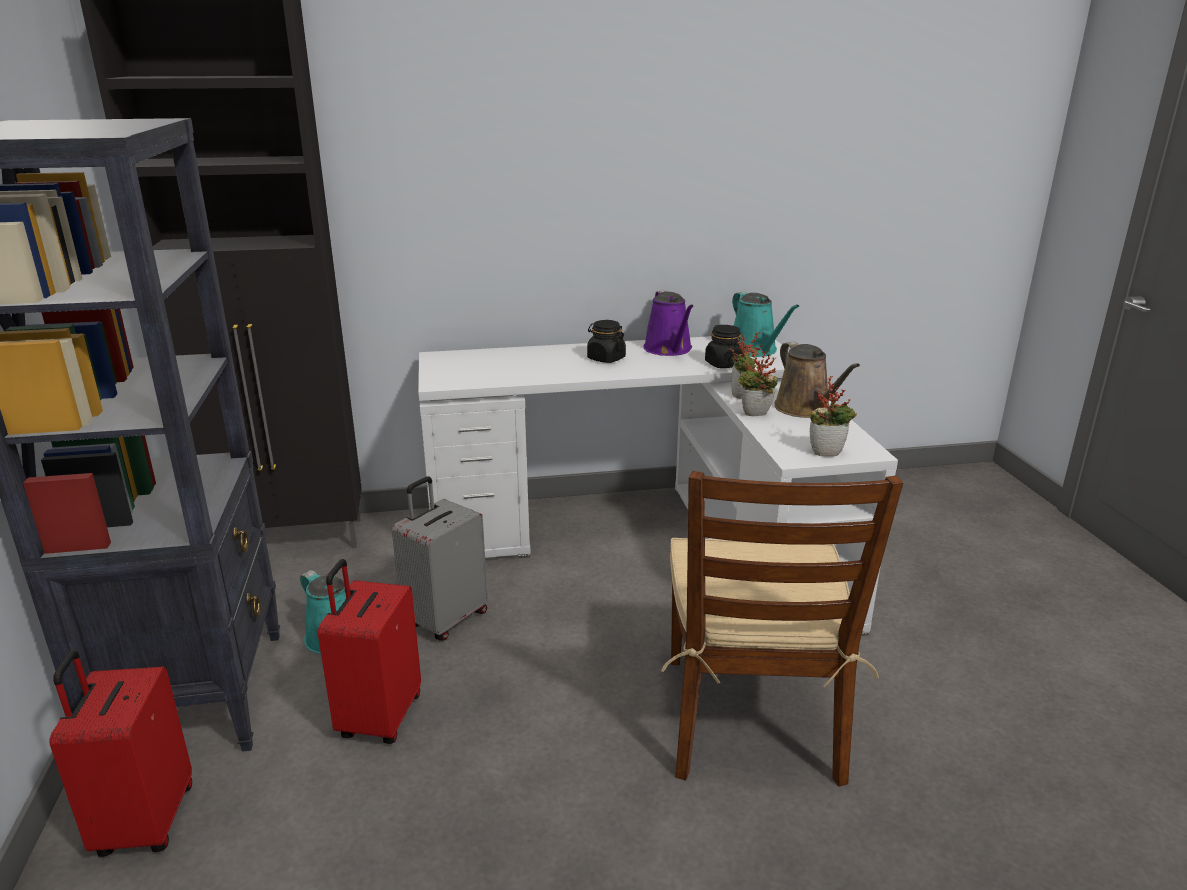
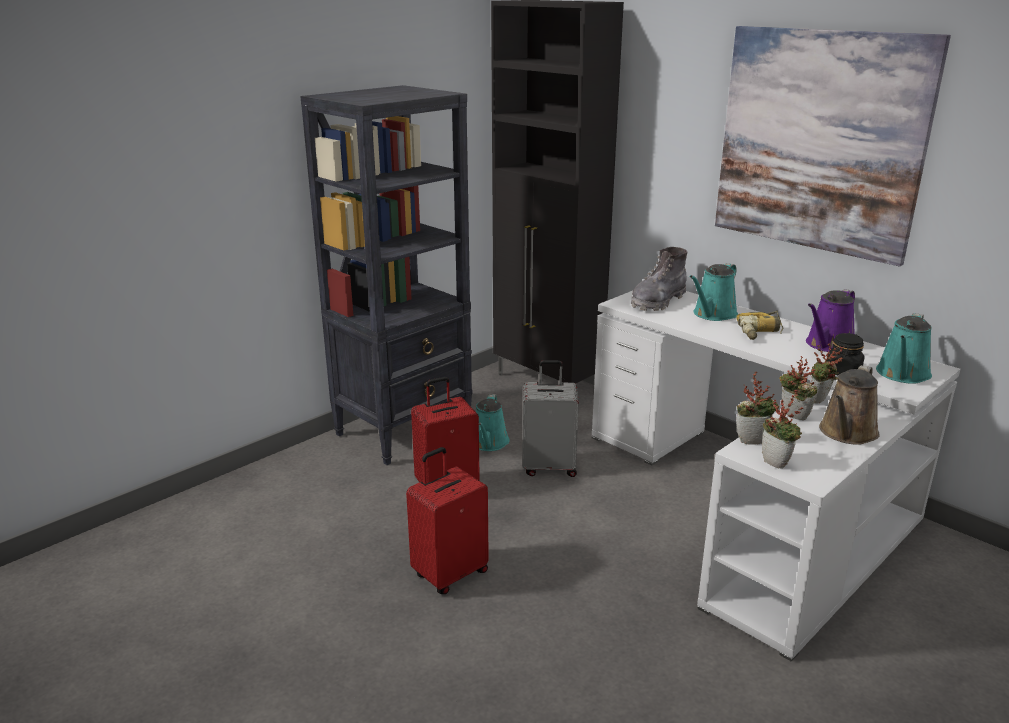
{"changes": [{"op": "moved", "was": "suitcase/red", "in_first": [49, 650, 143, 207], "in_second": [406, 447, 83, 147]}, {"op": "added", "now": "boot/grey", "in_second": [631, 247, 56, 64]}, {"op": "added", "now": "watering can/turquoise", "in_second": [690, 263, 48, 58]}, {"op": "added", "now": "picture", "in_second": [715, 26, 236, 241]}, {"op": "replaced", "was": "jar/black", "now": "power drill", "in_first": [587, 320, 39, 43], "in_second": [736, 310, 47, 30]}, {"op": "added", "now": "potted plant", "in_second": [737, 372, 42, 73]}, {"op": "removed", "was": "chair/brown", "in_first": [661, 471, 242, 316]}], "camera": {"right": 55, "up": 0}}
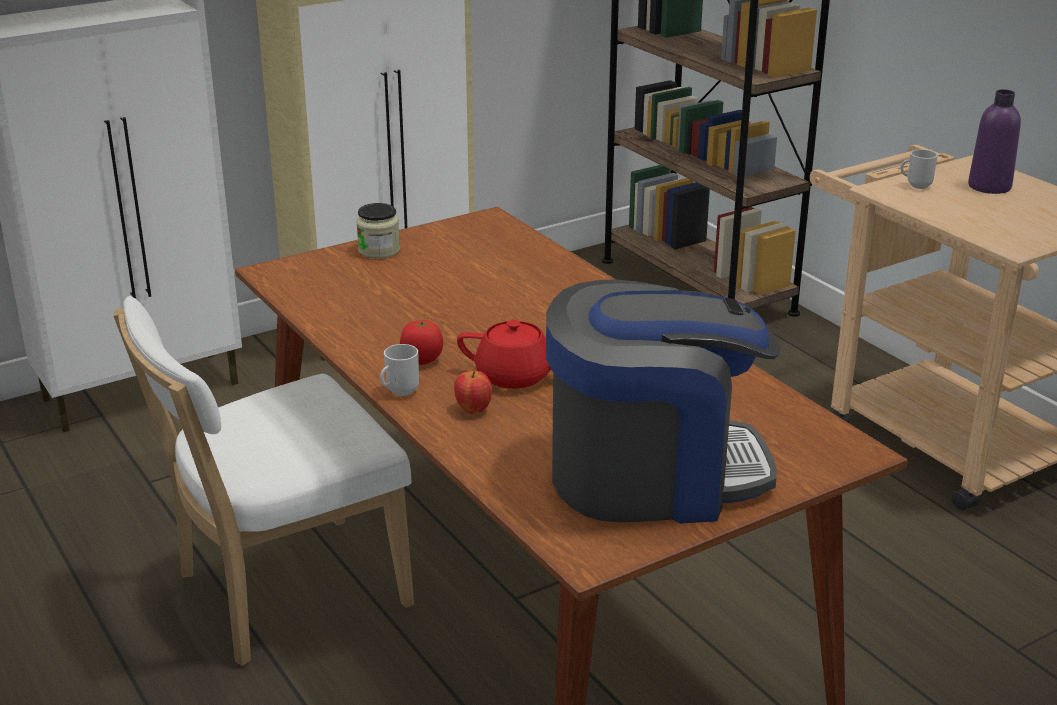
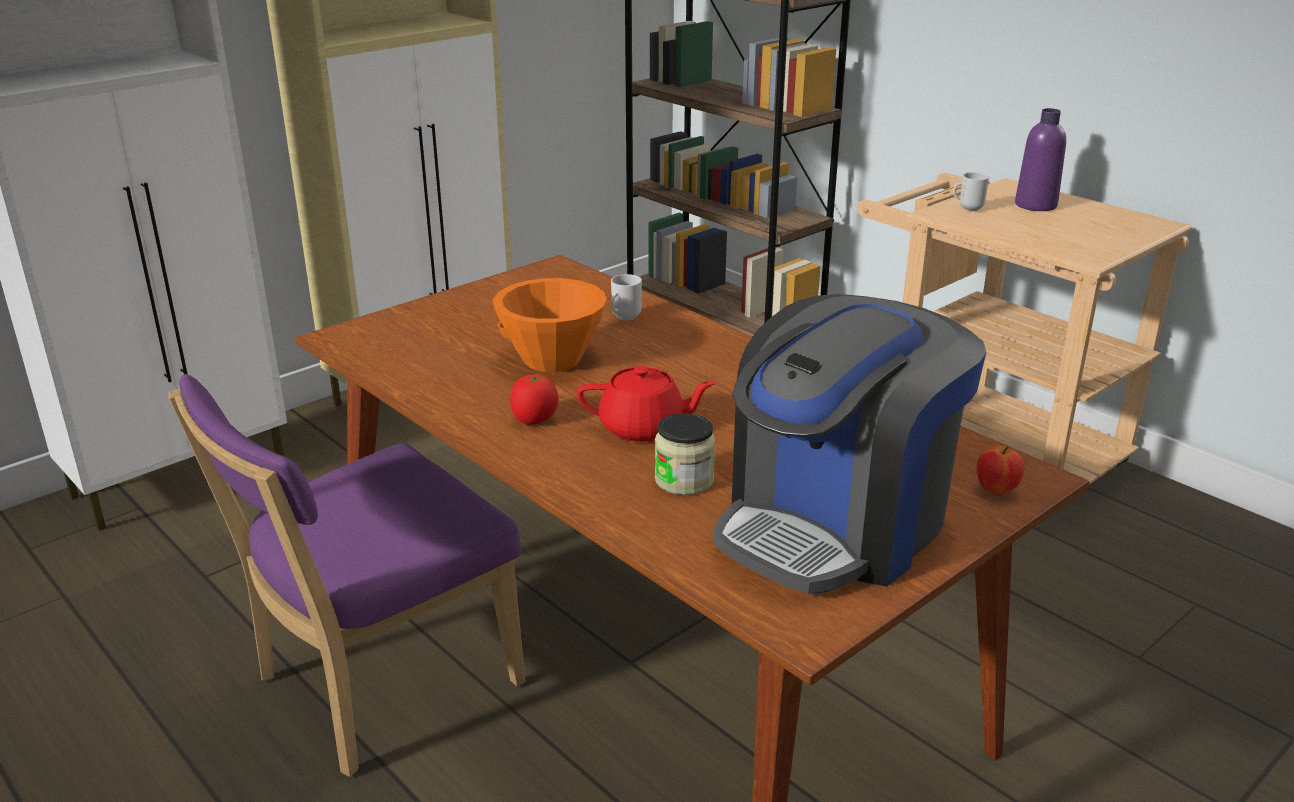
{"changes": [{"op": "recoloured", "was": "chair/white", "now": "chair/purple", "in_first": [113, 296, 301, 370], "in_second": [169, 374, 356, 403]}, {"op": "added", "now": "bowl/orange", "in_second": [493, 278, 114, 94]}, {"op": "moved", "was": "mug", "in_first": [380, 344, 39, 52], "in_second": [611, 274, 31, 47]}, {"op": "moved", "was": "jar", "in_first": [356, 203, 44, 56], "in_second": [655, 413, 60, 82]}, {"op": "turned", "was": "coffee machine", "in_first": [546, 279, 235, 245], "in_second": [713, 294, 273, 300], "clockwise": 150}, {"op": "moved", "was": "apple", "in_first": [454, 370, 38, 44], "in_second": [977, 445, 48, 51]}], "camera": {"right": -10, "up": 0}}
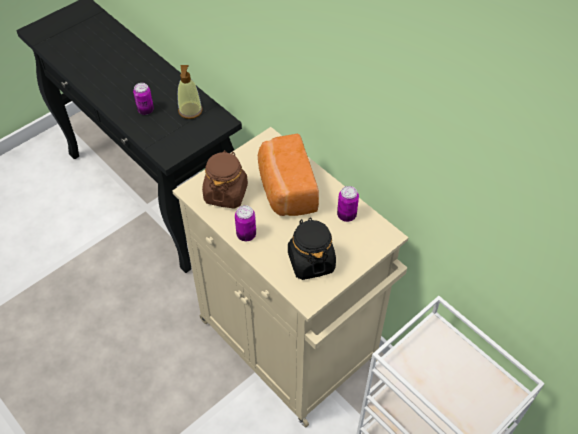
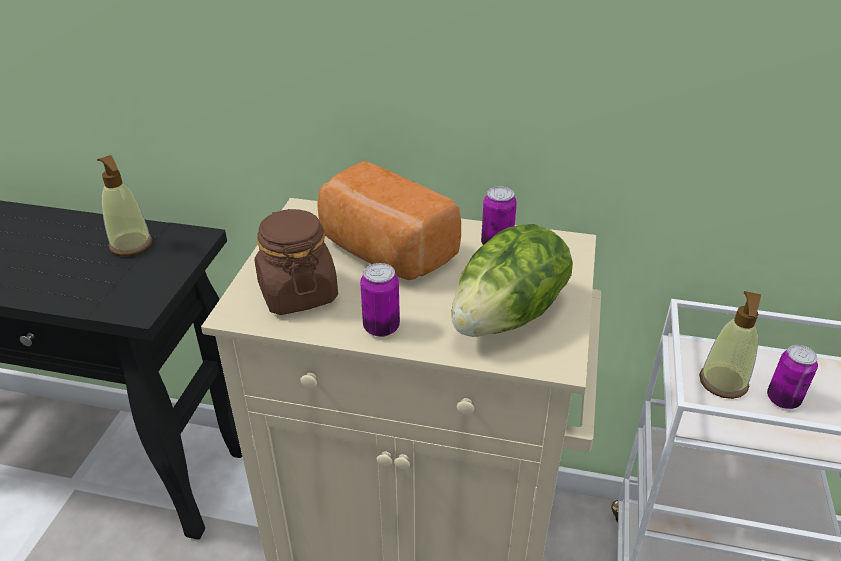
{"changes": [{"op": "replaced", "was": "jar/black", "now": "lettuce", "in_first": [288, 217, 48, 63], "in_second": [451, 224, 122, 113]}, {"op": "added", "now": "soap dispenser", "in_second": [699, 291, 62, 108]}, {"op": "moved", "was": "can", "in_first": [133, 83, 21, 32], "in_second": [767, 345, 51, 64]}], "camera": {"right": -35, "up": -15}}
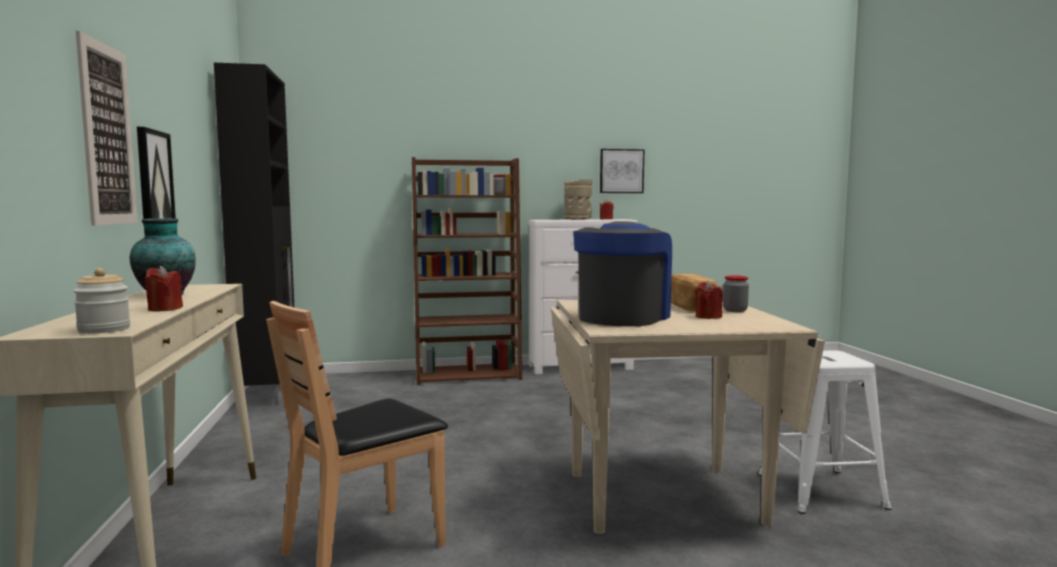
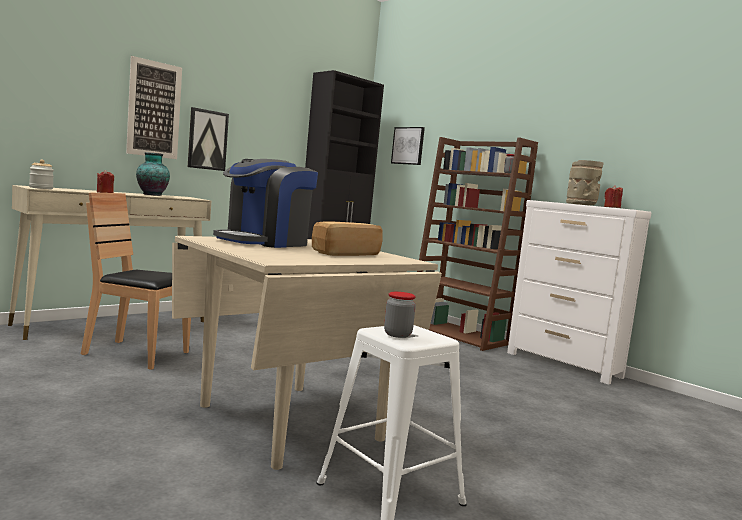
{"changes": [{"op": "turned", "was": "coffee machine", "in_first": [573, 221, 99, 105], "in_second": [213, 159, 105, 89], "clockwise": 135}, {"op": "moved", "was": "jar", "in_first": [723, 275, 26, 37], "in_second": [384, 292, 32, 46]}, {"op": "moved", "was": "picture", "in_first": [600, 149, 44, 44], "in_second": [391, 127, 34, 38]}, {"op": "removed", "was": "candle/red", "in_first": [695, 281, 28, 38]}], "camera": {"right": 55, "up": 0}}
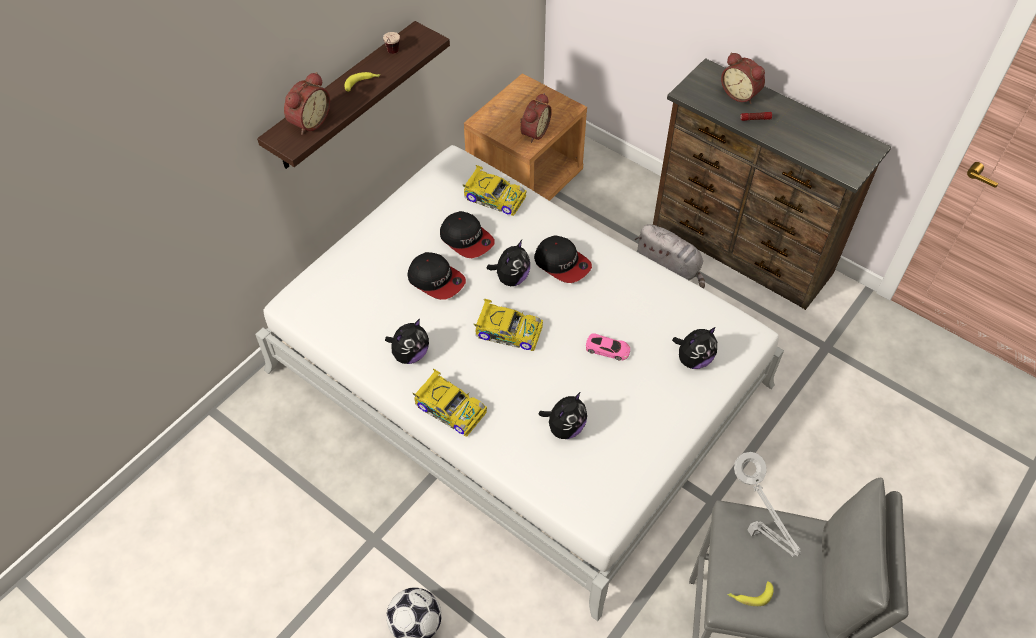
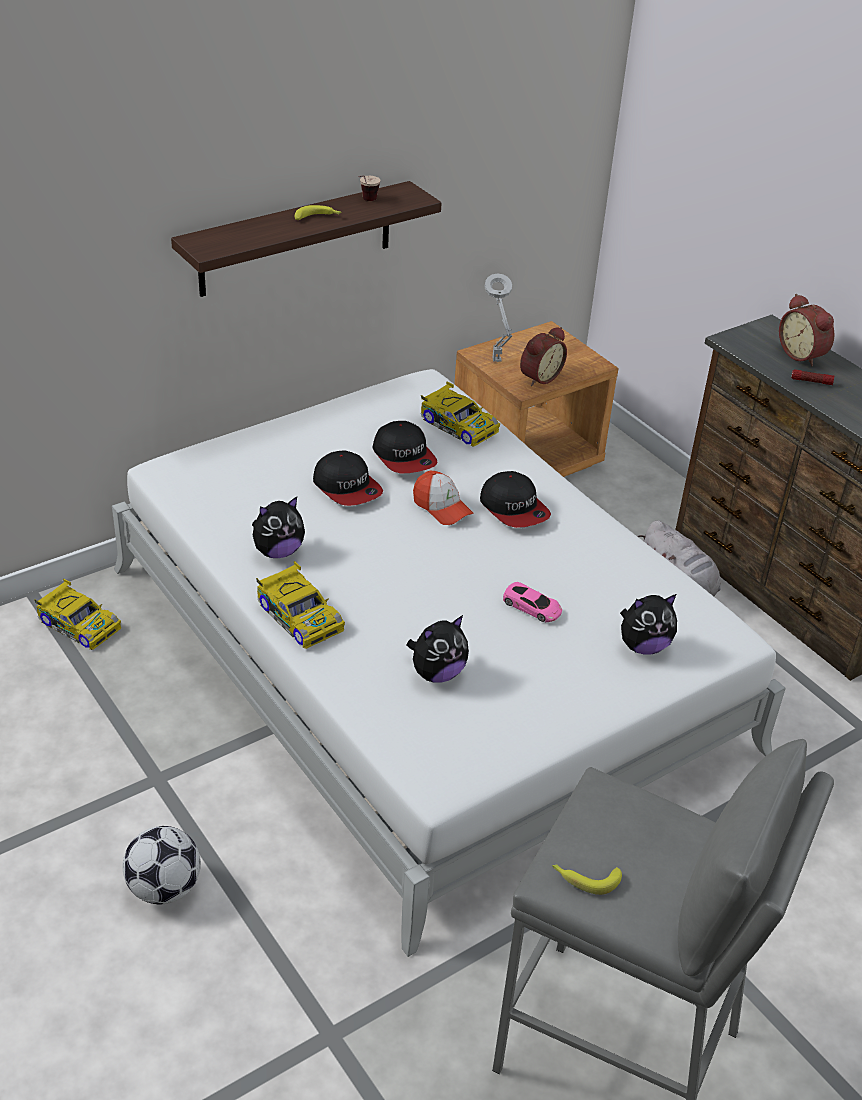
{"changes": [{"op": "moved", "was": "toy car", "in_first": [474, 299, 69, 52], "in_second": [34, 579, 88, 71]}, {"op": "replaced", "was": "plush toy", "now": "cap", "in_first": [487, 240, 43, 46], "in_second": [413, 471, 61, 54]}, {"op": "moved", "was": "table lamp/grey", "in_first": [734, 452, 67, 105], "in_second": [484, 273, 28, 89]}, {"op": "removed", "was": "alarm clock", "in_first": [284, 72, 46, 63]}], "camera": {"right": 15, "up": -15}}
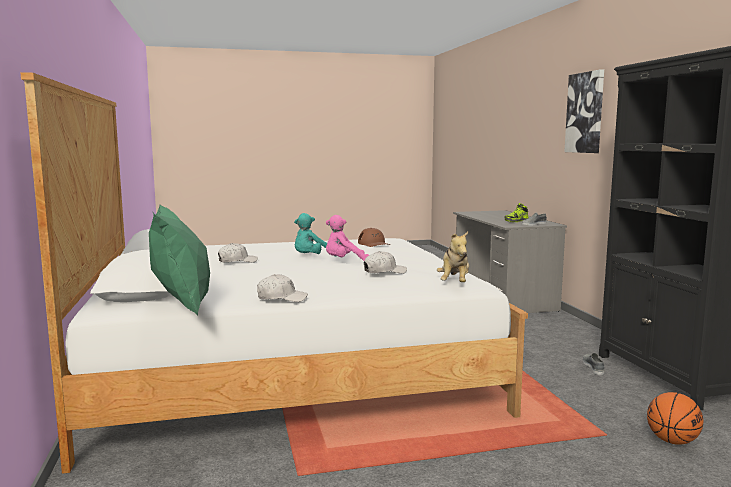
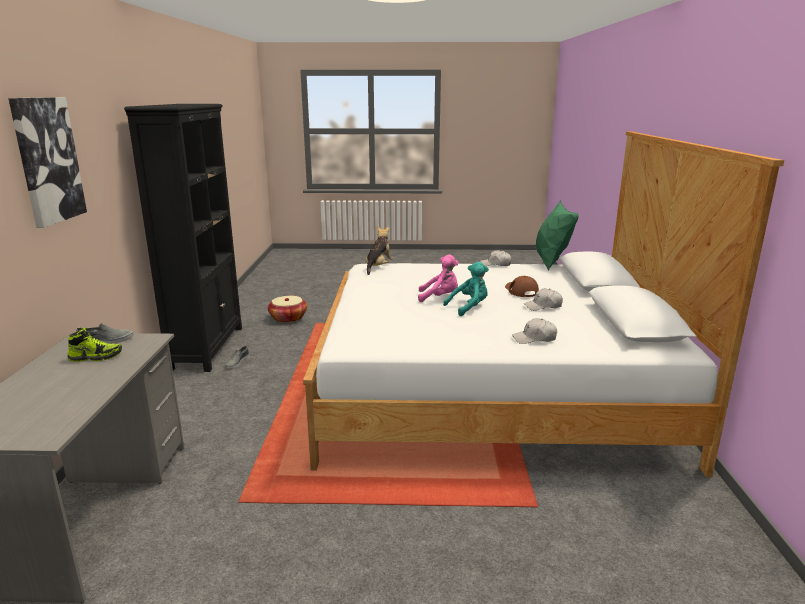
{"changes": [{"op": "replaced", "was": "basketball", "now": "basket", "in_first": [647, 392, 57, 53], "in_second": [268, 296, 39, 27]}, {"op": "moved", "was": "cap/brown", "in_first": [358, 228, 32, 19], "in_second": [505, 276, 34, 21]}, {"op": "moved", "was": "cap/white", "in_first": [364, 251, 43, 23], "in_second": [512, 318, 45, 26]}], "camera": {"right": -165, "up": 10}}
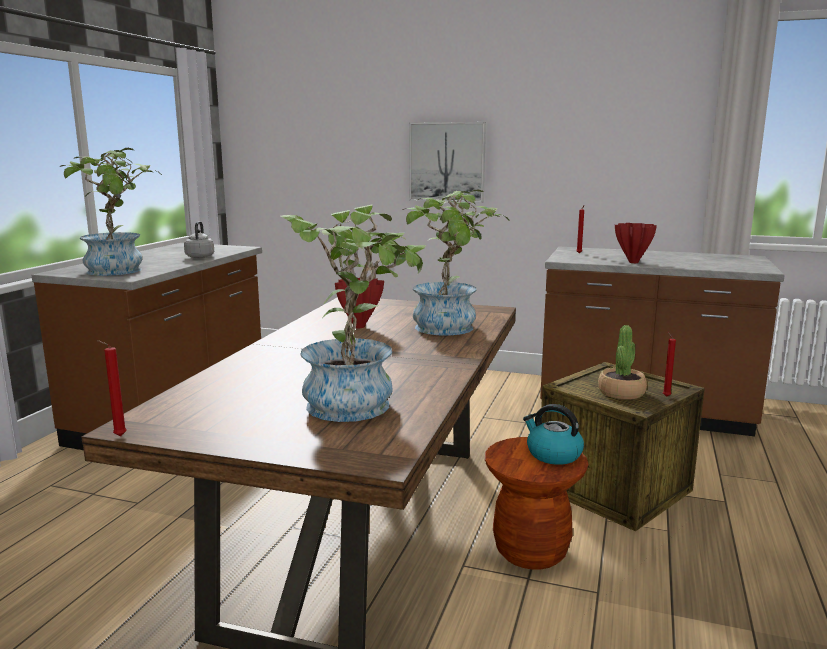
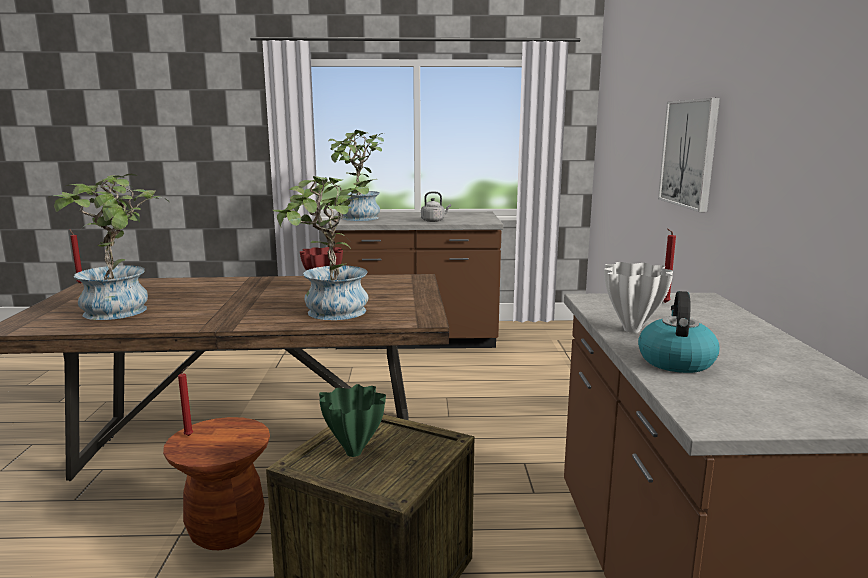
{"changes": [{"op": "moved", "was": "candle/red", "in_first": [663, 331, 13, 66], "in_second": [178, 366, 15, 70]}, {"op": "replaced", "was": "potted plant", "now": "vase/green", "in_first": [598, 325, 49, 75], "in_second": [319, 384, 67, 73]}, {"op": "recoloured", "was": "vase/red", "now": "vase/white", "in_first": [615, 223, 42, 40], "in_second": [604, 262, 69, 71]}, {"op": "moved", "was": "kettle", "in_first": [523, 404, 61, 61], "in_second": [638, 291, 81, 82]}], "camera": {"right": 70, "up": 0}}
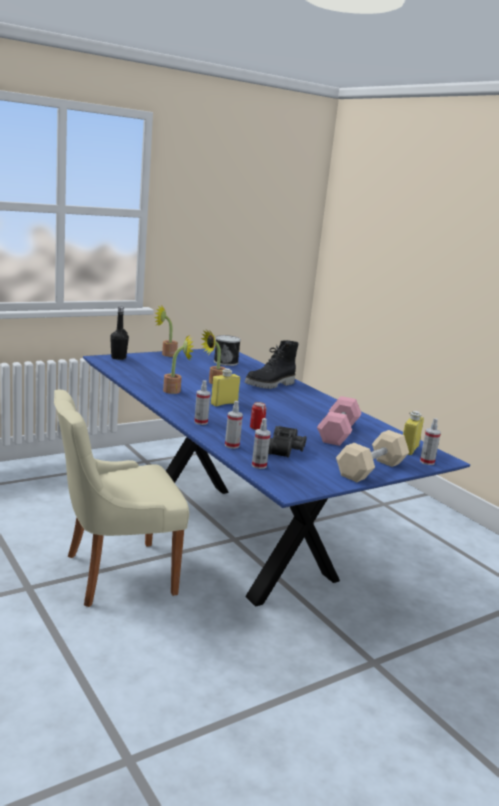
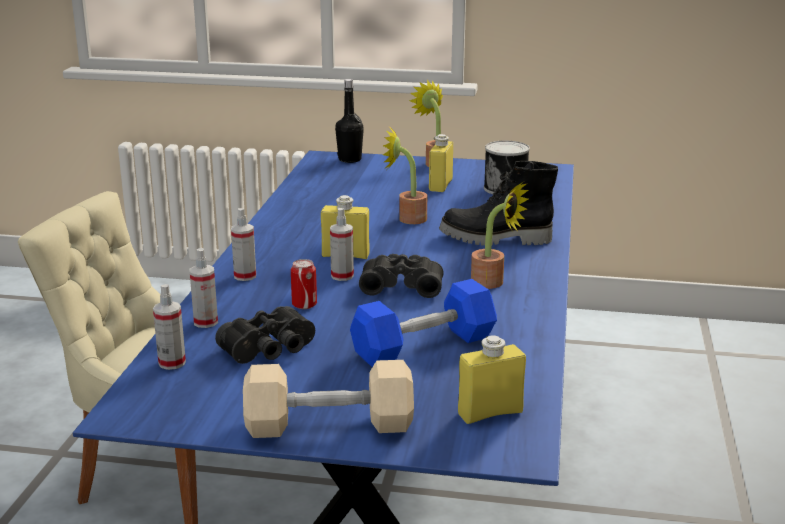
{"changes": [{"op": "moved", "was": "spray bottle", "in_first": [420, 418, 21, 47], "in_second": [330, 208, 24, 73]}, {"op": "recoloured", "was": "dumbbell/pink", "now": "dumbbell/blue", "in_first": [317, 396, 45, 50], "in_second": [350, 279, 147, 88]}, {"op": "added", "now": "binoculars/black", "in_second": [359, 254, 85, 44]}, {"op": "added", "now": "bottle/yellow", "in_second": [429, 134, 24, 58]}, {"op": "moved", "was": "potted plant", "in_first": [163, 335, 31, 59], "in_second": [471, 182, 58, 107]}], "camera": {"right": 45, "up": 5}}
